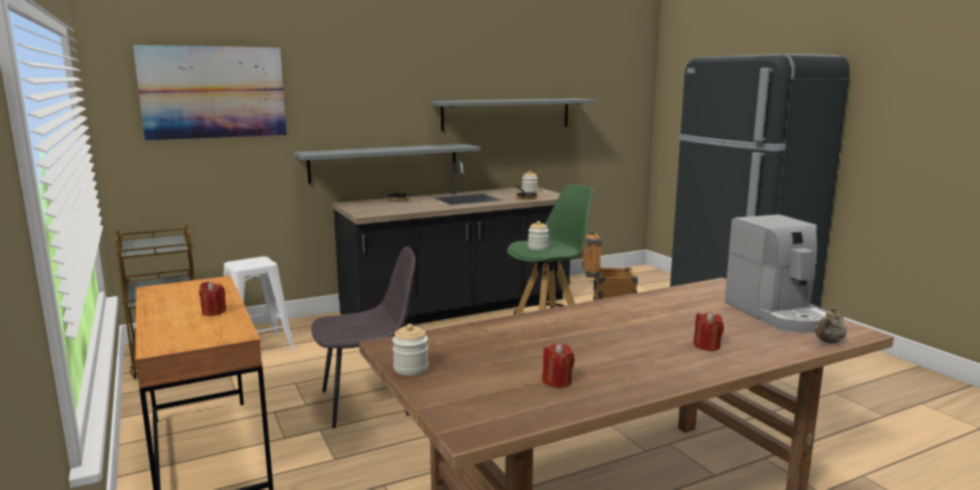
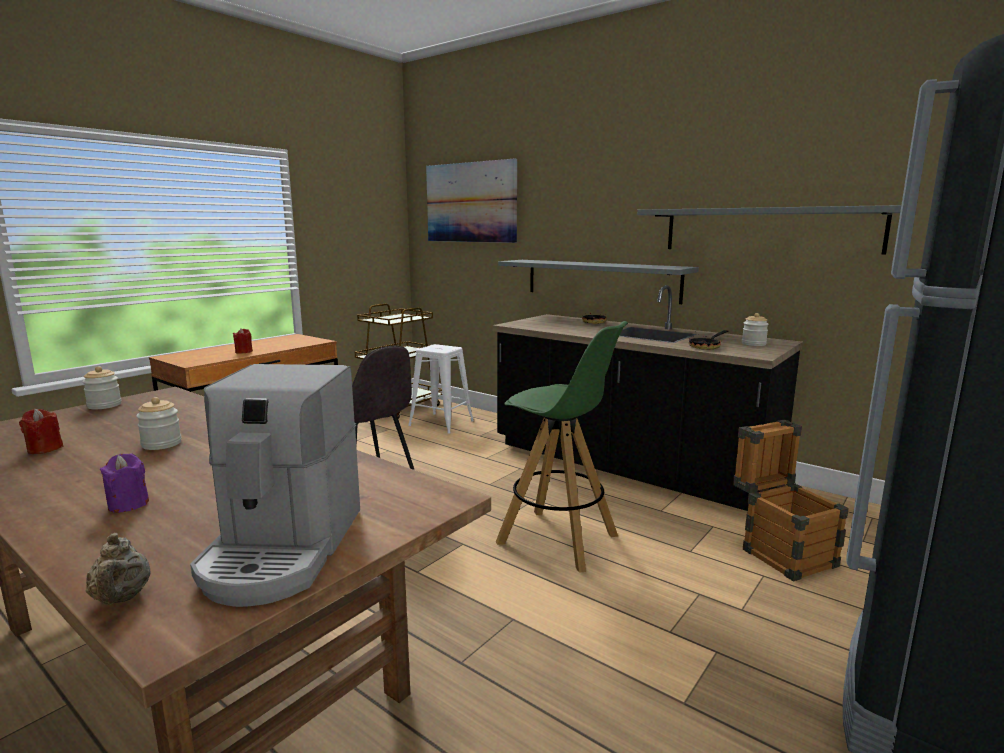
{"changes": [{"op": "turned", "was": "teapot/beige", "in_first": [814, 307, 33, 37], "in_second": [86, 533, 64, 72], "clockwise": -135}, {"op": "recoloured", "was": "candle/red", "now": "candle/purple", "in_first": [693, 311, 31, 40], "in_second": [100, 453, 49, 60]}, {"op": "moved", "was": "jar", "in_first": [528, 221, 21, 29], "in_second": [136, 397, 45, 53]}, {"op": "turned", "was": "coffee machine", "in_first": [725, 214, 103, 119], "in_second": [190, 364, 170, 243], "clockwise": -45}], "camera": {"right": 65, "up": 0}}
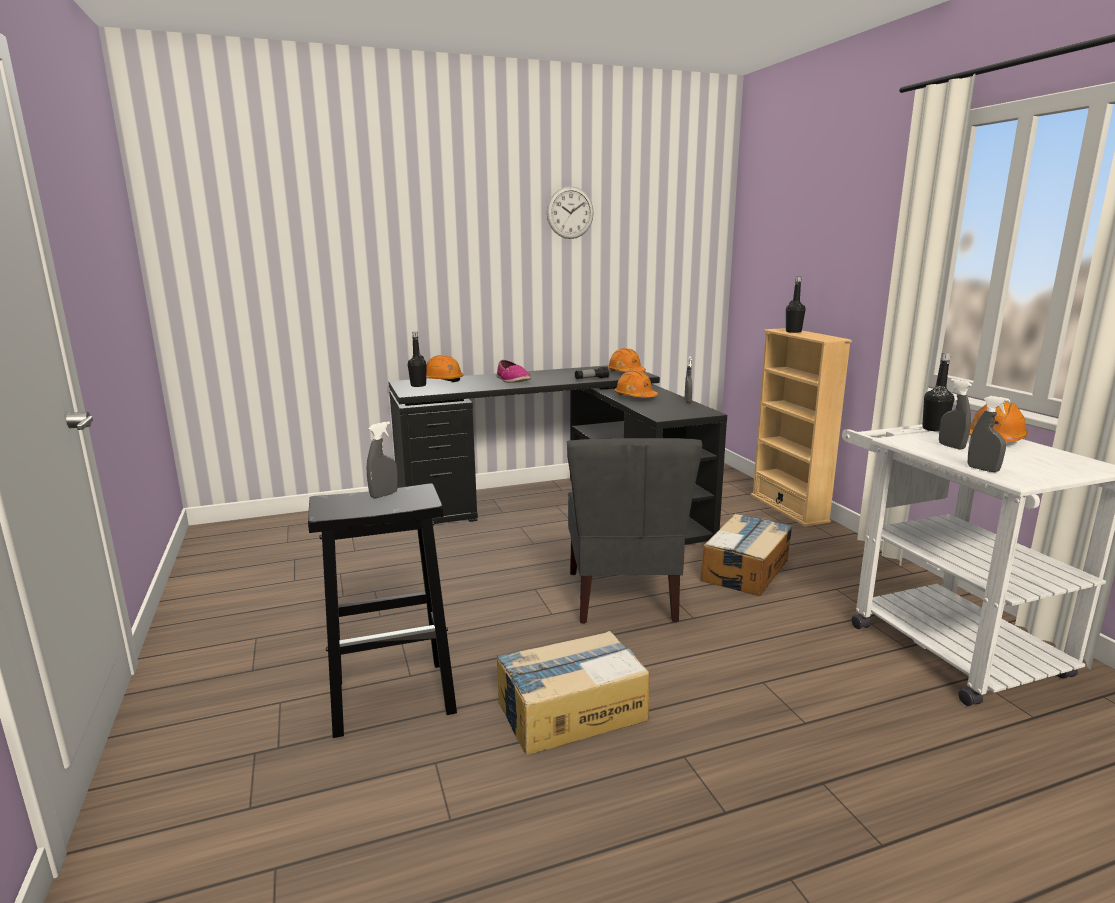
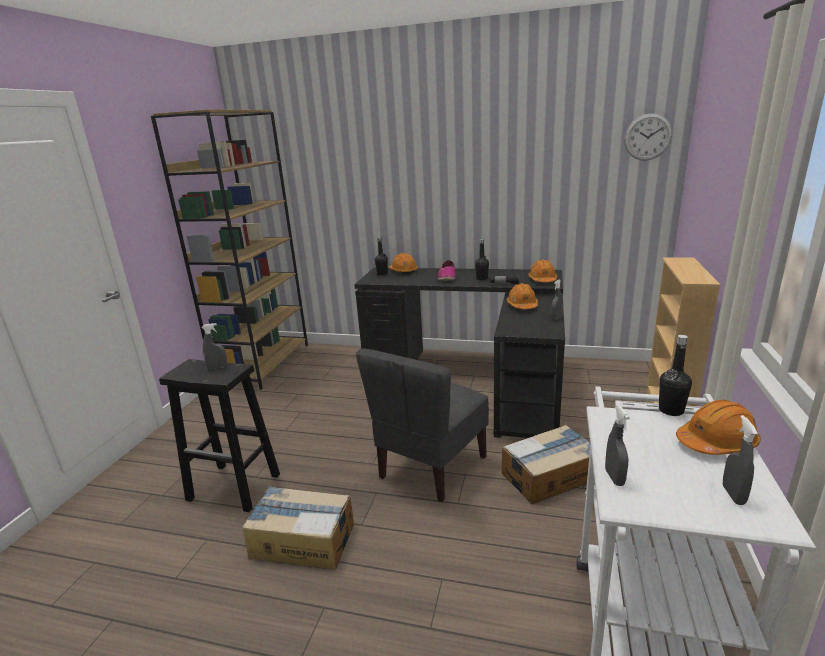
{"changes": [{"op": "added", "now": "bookcase/brown", "in_second": [151, 109, 157, 281]}, {"op": "moved", "was": "bottle/black", "in_first": [786, 277, 20, 56], "in_second": [475, 239, 14, 42]}, {"op": "moved", "was": "wall clock", "in_first": [547, 186, 47, 53], "in_second": [624, 113, 48, 48]}, {"op": "moved", "was": "spray bottle/grey", "in_first": [939, 379, 33, 71], "in_second": [723, 415, 35, 90]}], "camera": {"right": 35, "up": 5}}
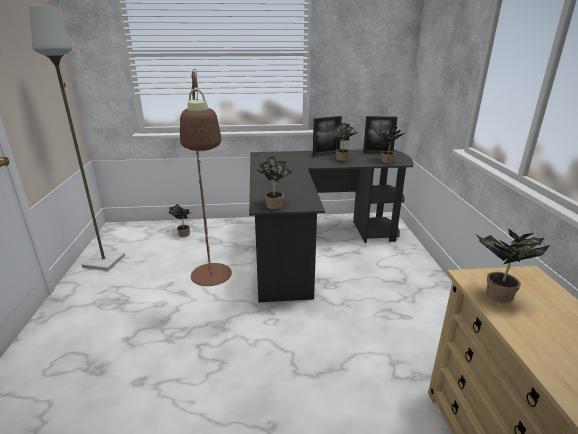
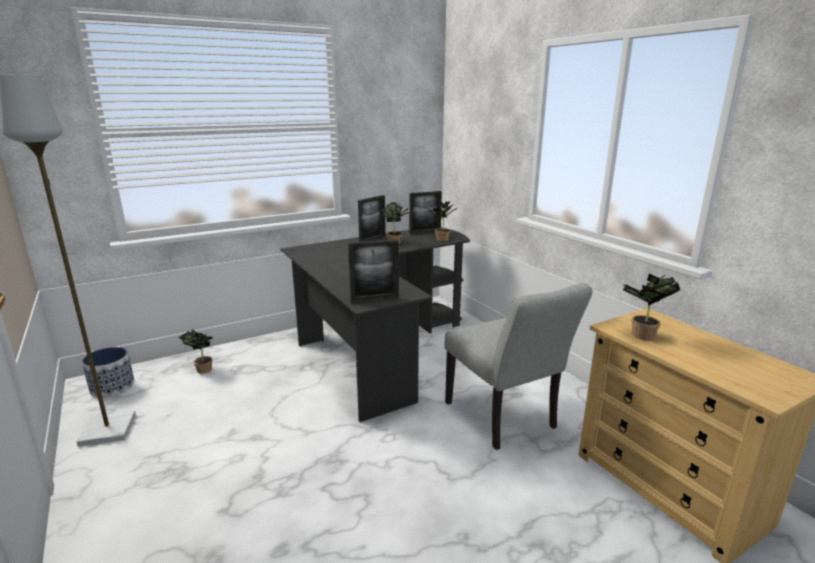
{"changes": [{"op": "added", "now": "planter", "in_second": [82, 347, 53, 51]}, {"op": "replaced", "was": "potted plant", "now": "picture frame", "in_first": [258, 156, 35, 53], "in_second": [348, 239, 51, 64]}, {"op": "added", "now": "chair/grey", "in_second": [444, 283, 149, 167]}, {"op": "removed", "was": "floor lamp/brown", "in_first": [180, 69, 52, 217]}], "camera": {"right": -25, "up": -5}}
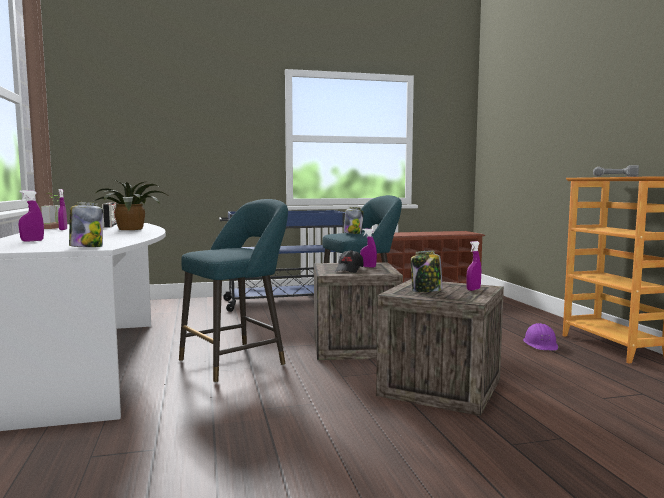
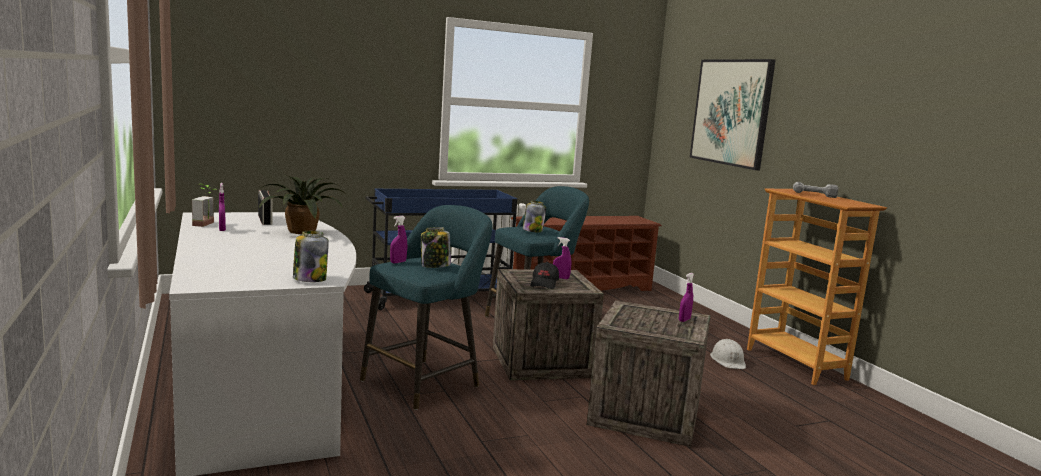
{"changes": [{"op": "moved", "was": "spray bottle/purple", "in_first": [19, 190, 25, 51], "in_second": [390, 216, 17, 47]}, {"op": "moved", "was": "jar", "in_first": [411, 251, 32, 41], "in_second": [421, 227, 30, 41]}, {"op": "added", "now": "picture", "in_second": [690, 59, 86, 111]}, {"op": "recoloured", "was": "hard hat/purple", "now": "hard hat/white", "in_first": [523, 323, 35, 28], "in_second": [710, 339, 36, 30]}], "camera": {"right": -10, "up": 5}}
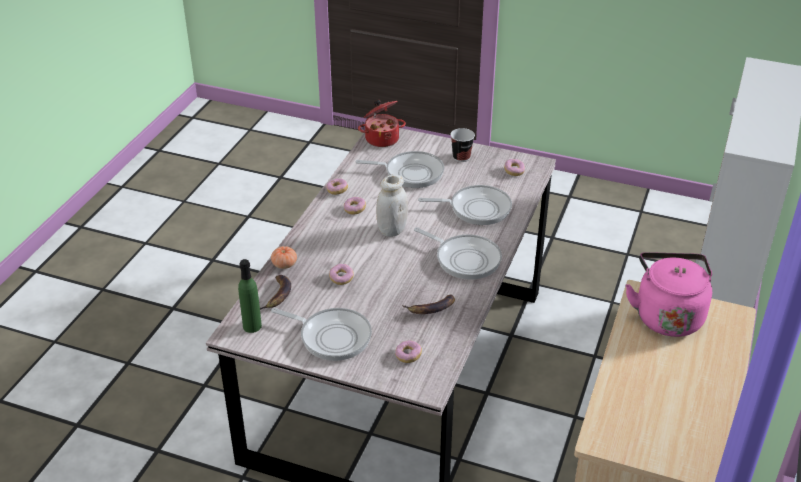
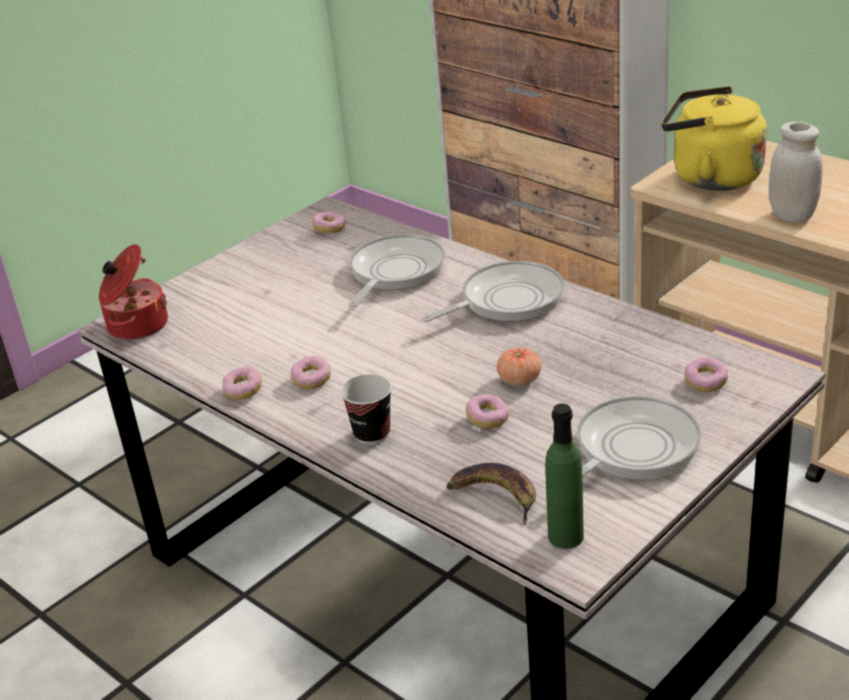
{"changes": [{"op": "moved", "was": "cup", "in_first": [450, 128, 25, 34], "in_second": [341, 374, 51, 70]}, {"op": "moved", "was": "tomato", "in_first": [271, 246, 26, 23], "in_second": [497, 347, 44, 38]}, {"op": "recoloured", "was": "kettle/pink", "now": "kettle/yellow", "in_first": [626, 252, 86, 85], "in_second": [662, 86, 105, 105]}, {"op": "moved", "was": "jar/white", "in_first": [376, 174, 32, 63], "in_second": [769, 122, 54, 101]}, {"op": "removed", "was": "frying pan", "in_first": [355, 151, 89, 37]}, {"op": "removed", "was": "banana", "in_first": [402, 294, 53, 20]}], "camera": {"right": -65, "up": -5}}
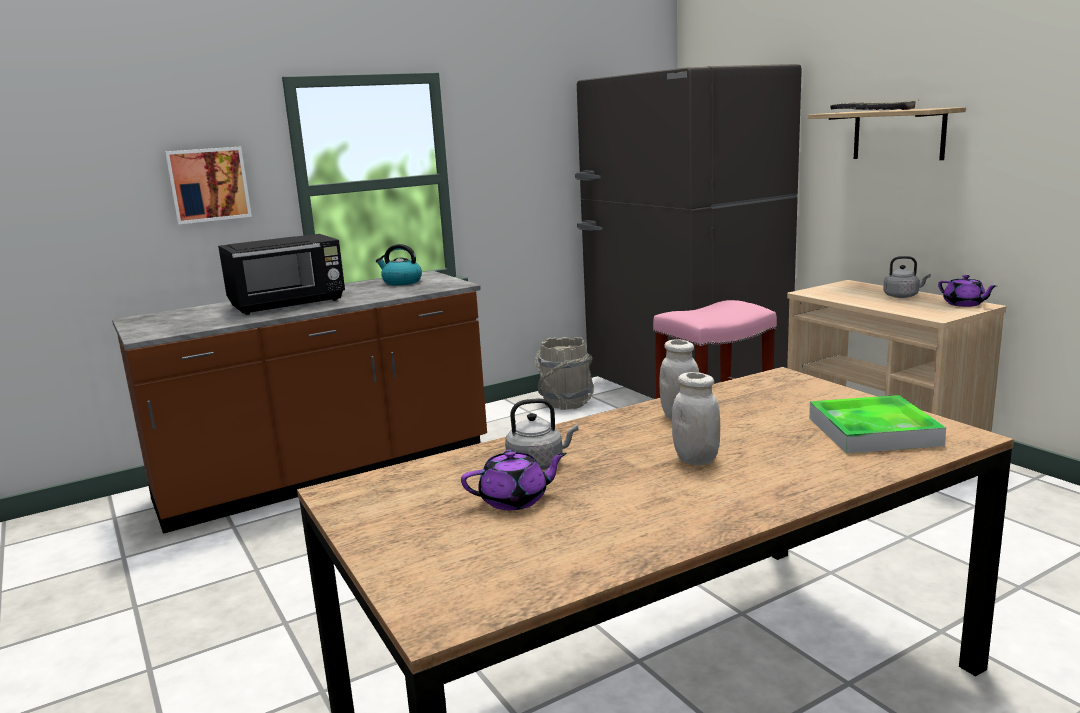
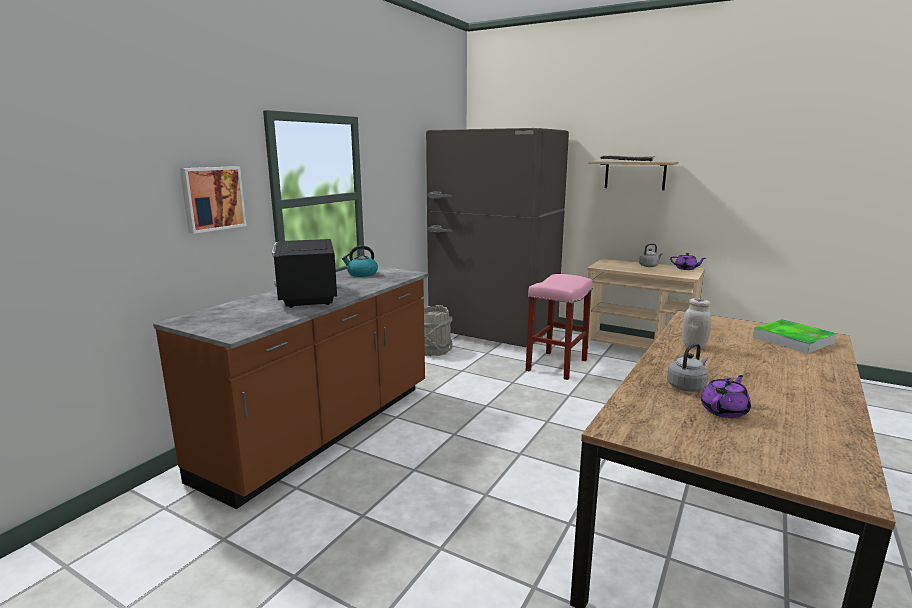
{"changes": [{"op": "turned", "was": "microwave/black", "in_first": [218, 234, 127, 81], "in_second": [272, 239, 65, 69], "clockwise": 135}, {"op": "removed", "was": "jar/white", "in_first": [672, 372, 48, 93]}], "camera": {"right": -30, "up": 0}}
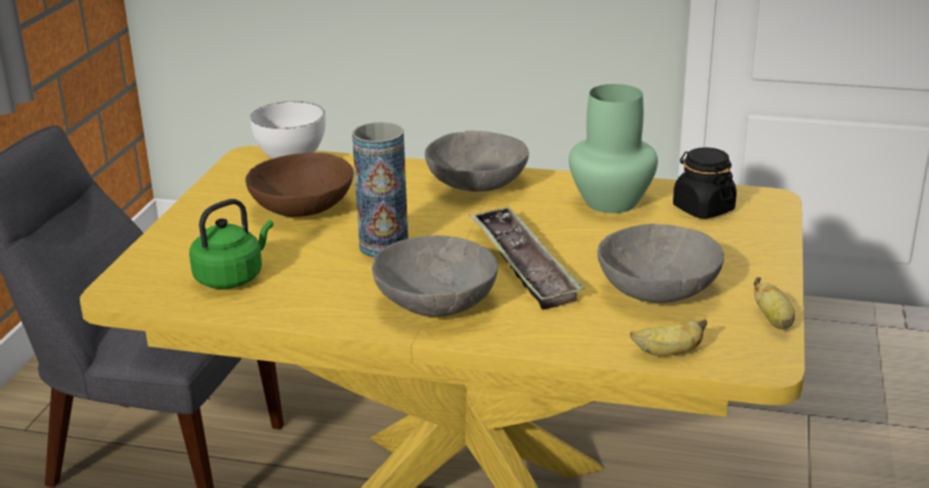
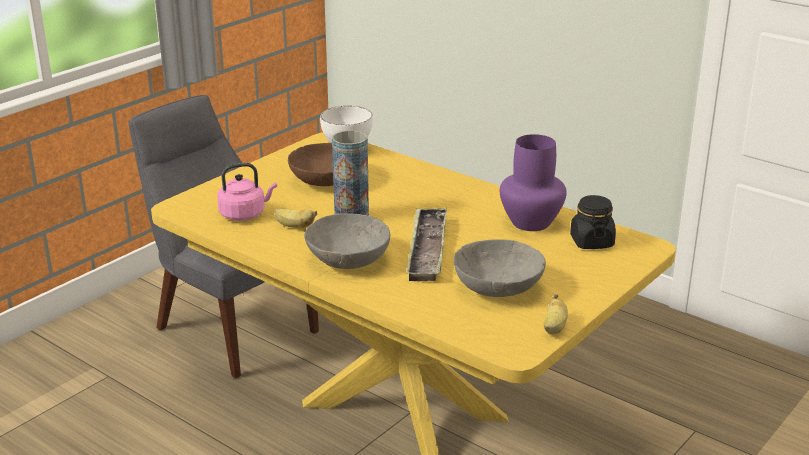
{"changes": [{"op": "recoloured", "was": "kettle/green", "now": "kettle/pink", "in_first": [189, 199, 84, 90], "in_second": [217, 163, 60, 58]}, {"op": "moved", "was": "banana", "in_first": [630, 319, 77, 37], "in_second": [274, 209, 43, 19]}, {"op": "recoloured", "was": "vase/green", "now": "vase/purple", "in_first": [569, 84, 89, 129], "in_second": [500, 134, 67, 97]}, {"op": "removed", "was": "bowl/grey", "in_first": [425, 131, 104, 61]}], "camera": {"right": 25, "up": 0}}
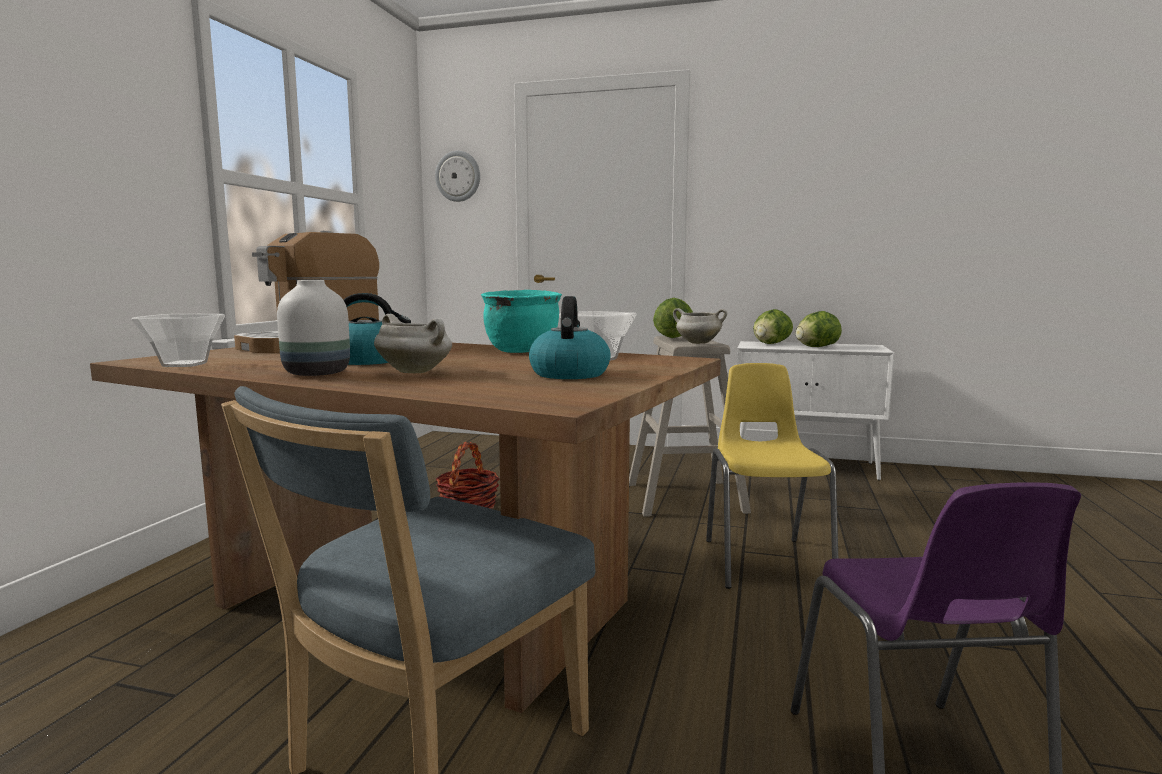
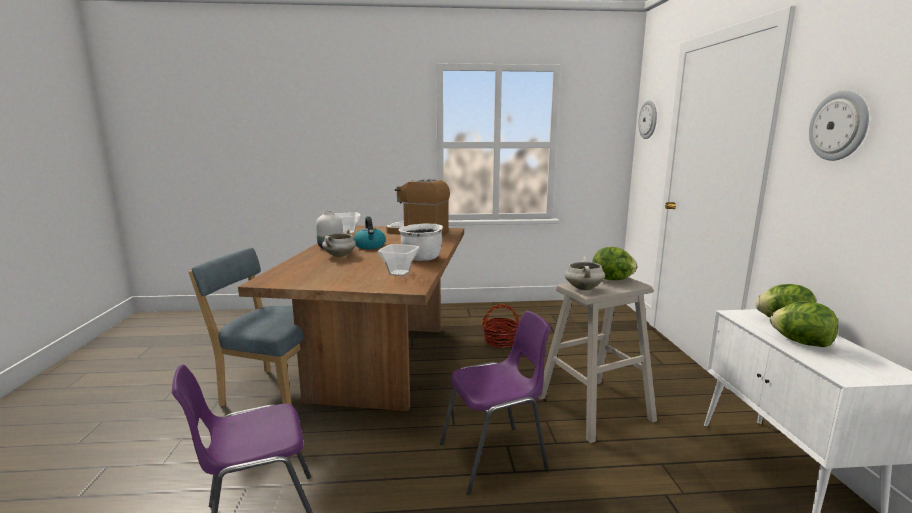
{"changes": [{"op": "recoloured", "was": "cooking pot/turquoise", "now": "cooking pot/white", "in_first": [481, 290, 81, 63], "in_second": [399, 223, 44, 38]}, {"op": "recoloured", "was": "chair/yellow", "now": "chair/purple", "in_first": [706, 363, 132, 226], "in_second": [440, 311, 111, 184]}, {"op": "added", "now": "wall clock", "in_second": [809, 90, 60, 71]}, {"op": "removed", "was": "kettle", "in_first": [529, 296, 82, 83]}], "camera": {"right": 70, "up": 5}}
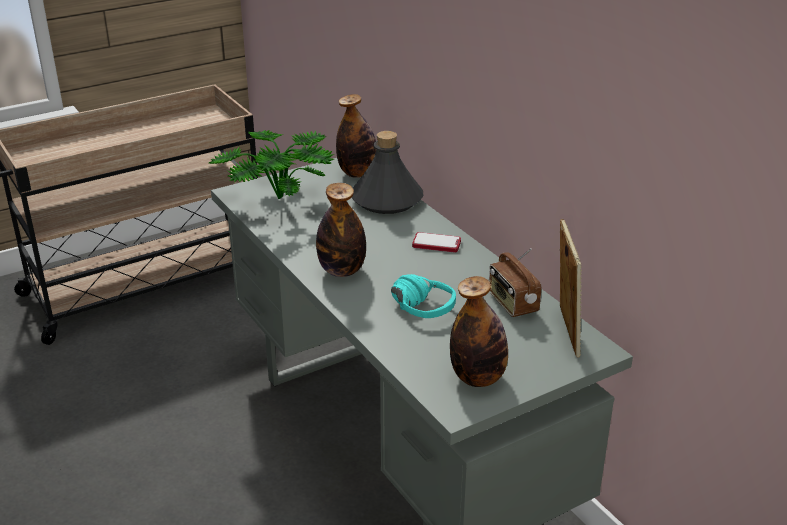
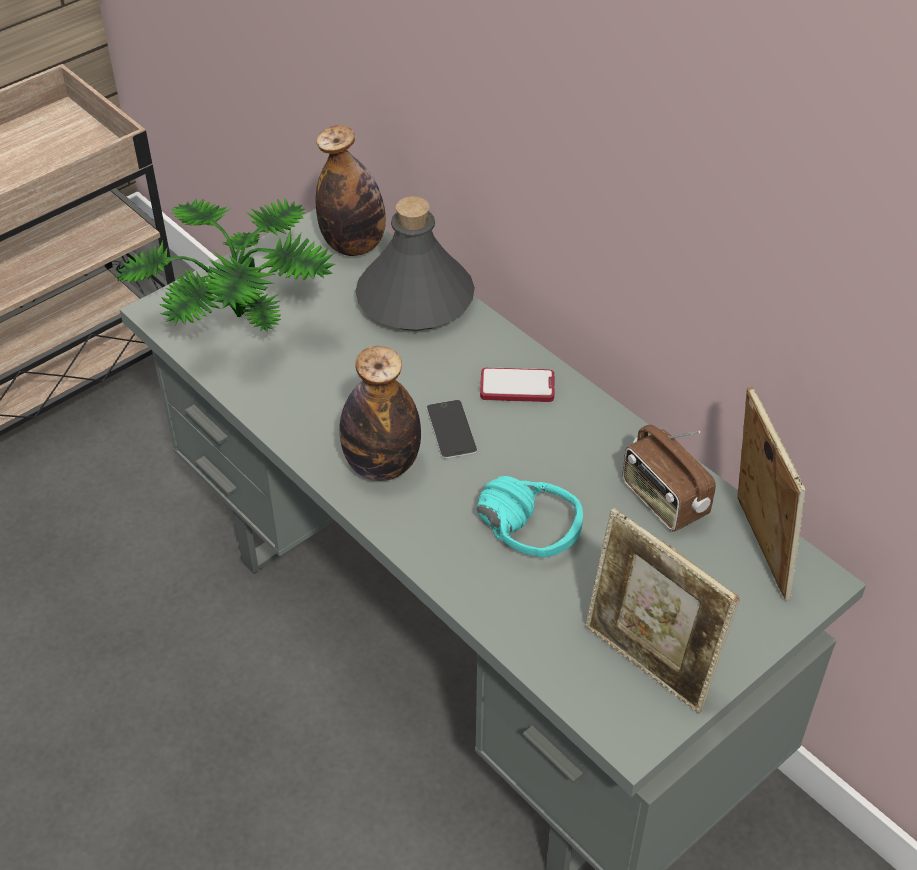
{"changes": [{"op": "added", "now": "phone", "in_second": [426, 400, 52, 59]}, {"op": "replaced", "was": "bottle", "now": "picture frame", "in_first": [450, 276, 58, 111], "in_second": [585, 508, 155, 206]}], "camera": {"right": -10, "up": 15}}
